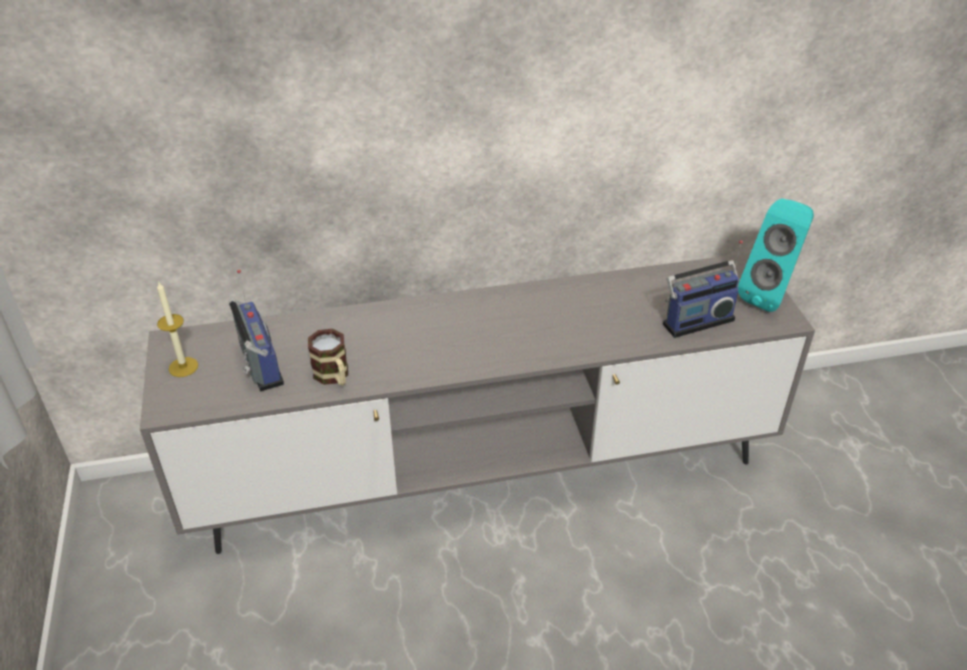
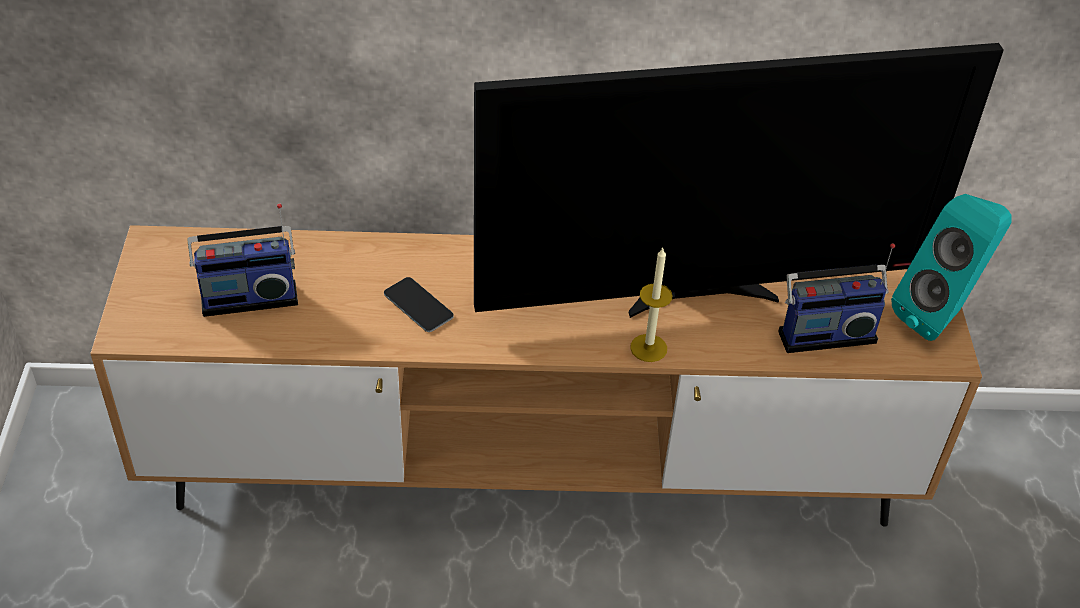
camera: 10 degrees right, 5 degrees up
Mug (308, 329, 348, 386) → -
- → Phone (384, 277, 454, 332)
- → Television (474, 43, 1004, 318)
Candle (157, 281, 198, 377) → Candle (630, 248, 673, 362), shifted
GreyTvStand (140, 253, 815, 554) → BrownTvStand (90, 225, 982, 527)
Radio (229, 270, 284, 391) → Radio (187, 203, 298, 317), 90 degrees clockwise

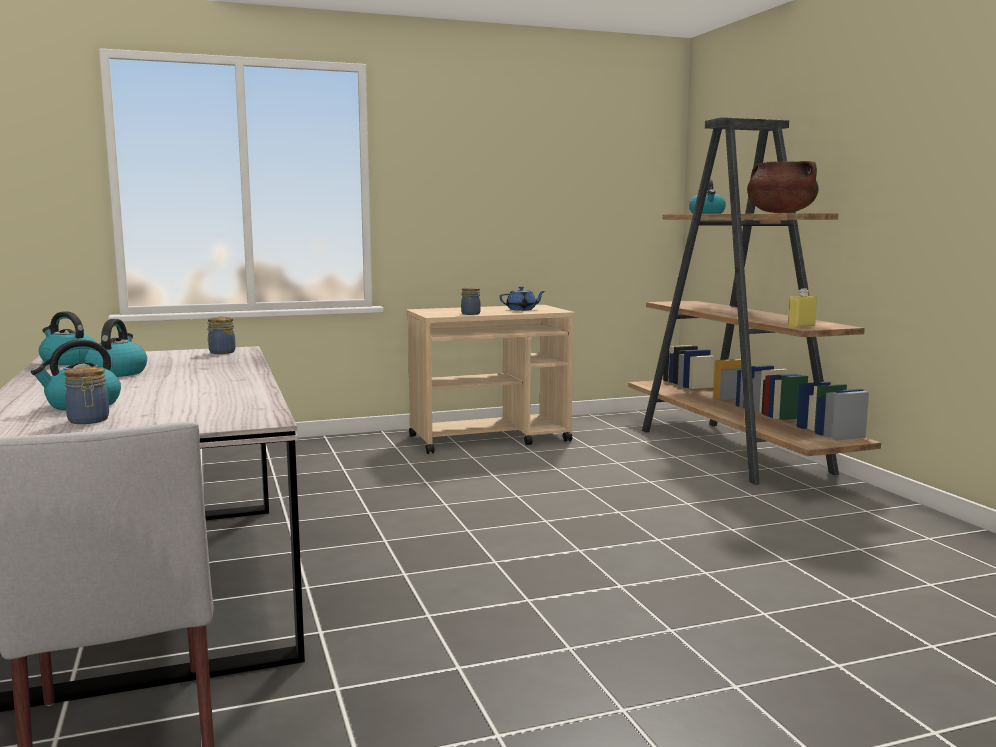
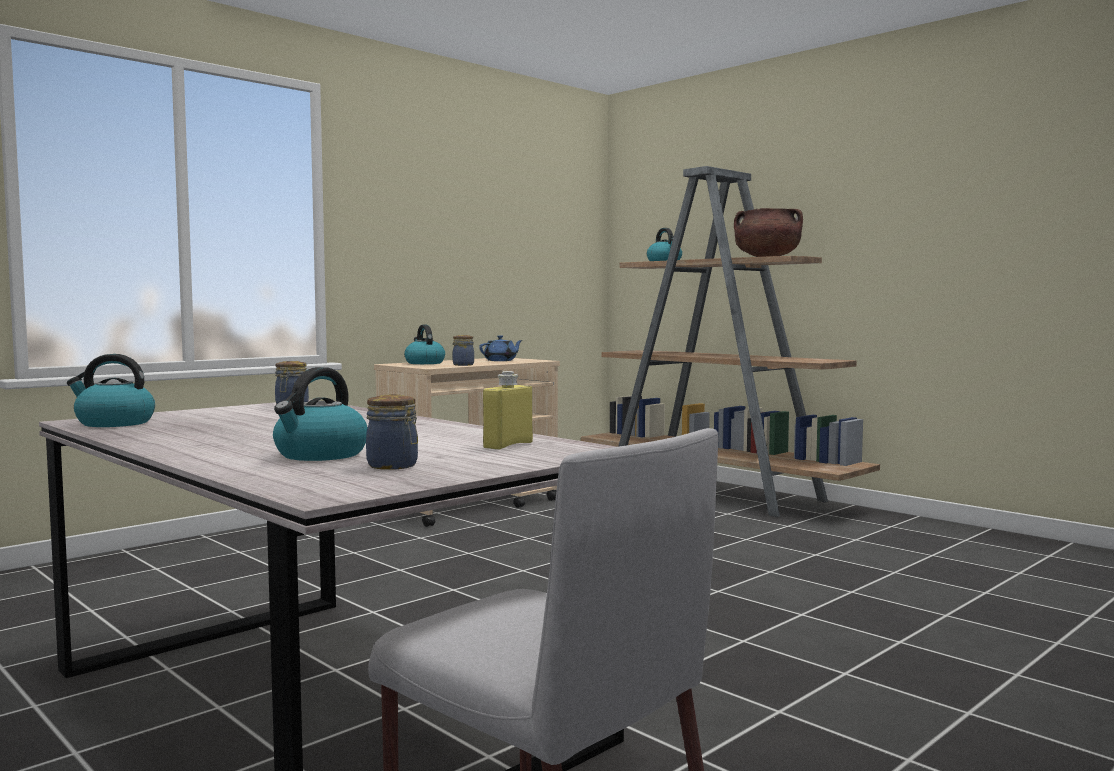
camera: 25 degrees left, 5 degrees down
Kettle (85, 319, 147, 377) → Kettle (404, 325, 445, 364), shifted
YellowBottle (788, 288, 817, 328) → YellowBottle (483, 371, 533, 450), shifted

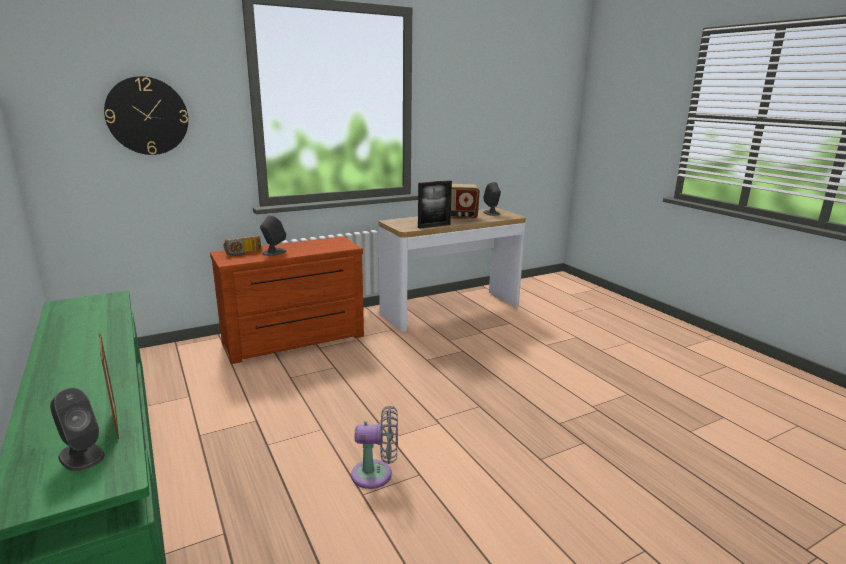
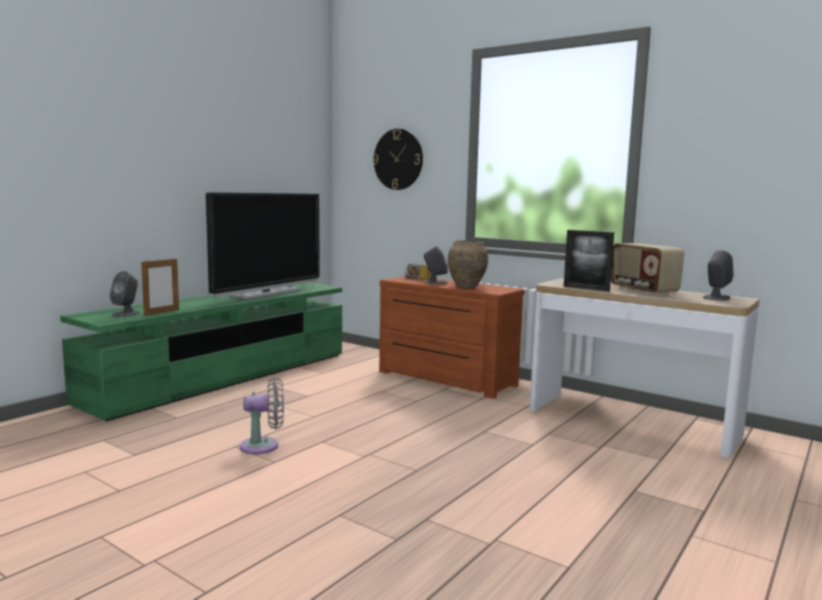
camera: 65 degrees right, 10 degrees down
- → Television (206, 192, 320, 300)
- → BrownVase (448, 240, 488, 288)
GreyFan (351, 406, 398, 489) → GreyFan (240, 377, 284, 454), 75 degrees counterclockwise

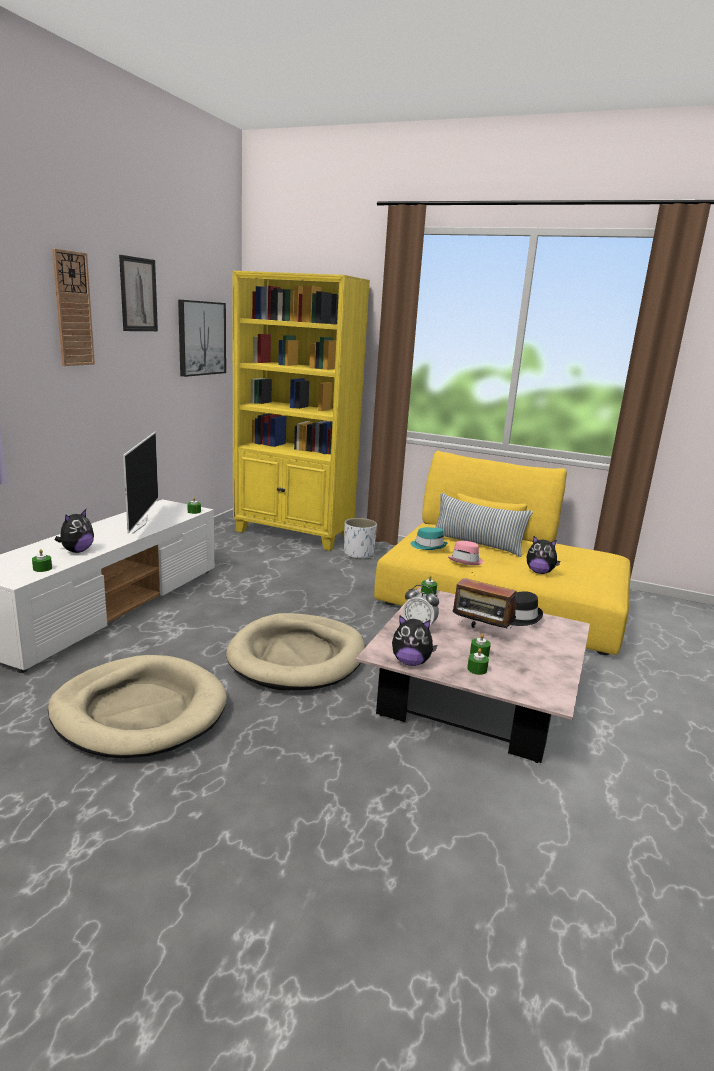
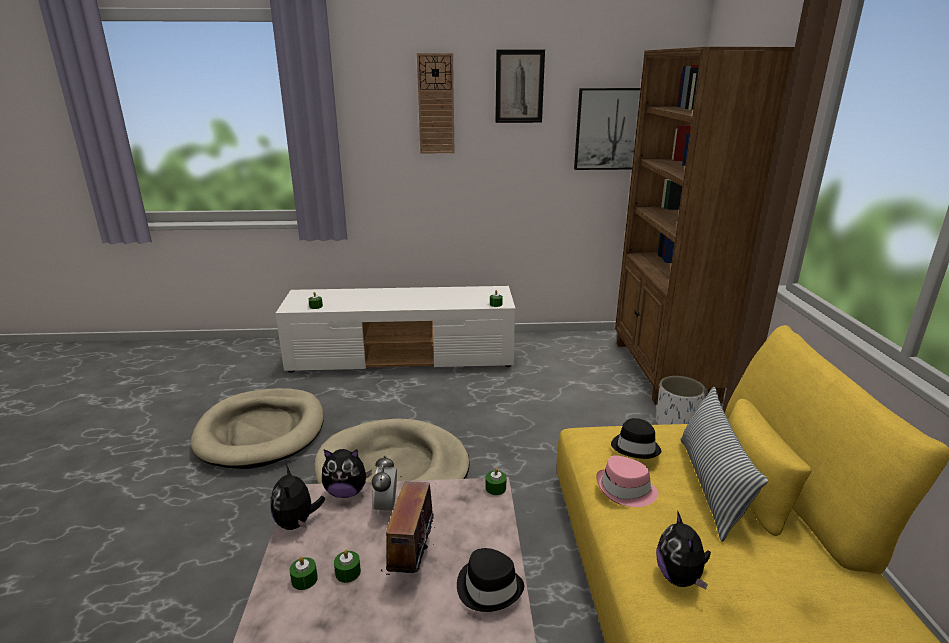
camera: 65 degrees right, 5 degrees up
Television (123, 432, 158, 534) → -
PlushToy (55, 509, 94, 553) → PlushToy (322, 449, 372, 498), shifted
YellowBookcase (232, 271, 370, 551) → BrownBookcase (615, 47, 795, 405)
TurquoiseHat (410, 527, 448, 550) → BlackHat (611, 418, 661, 459)

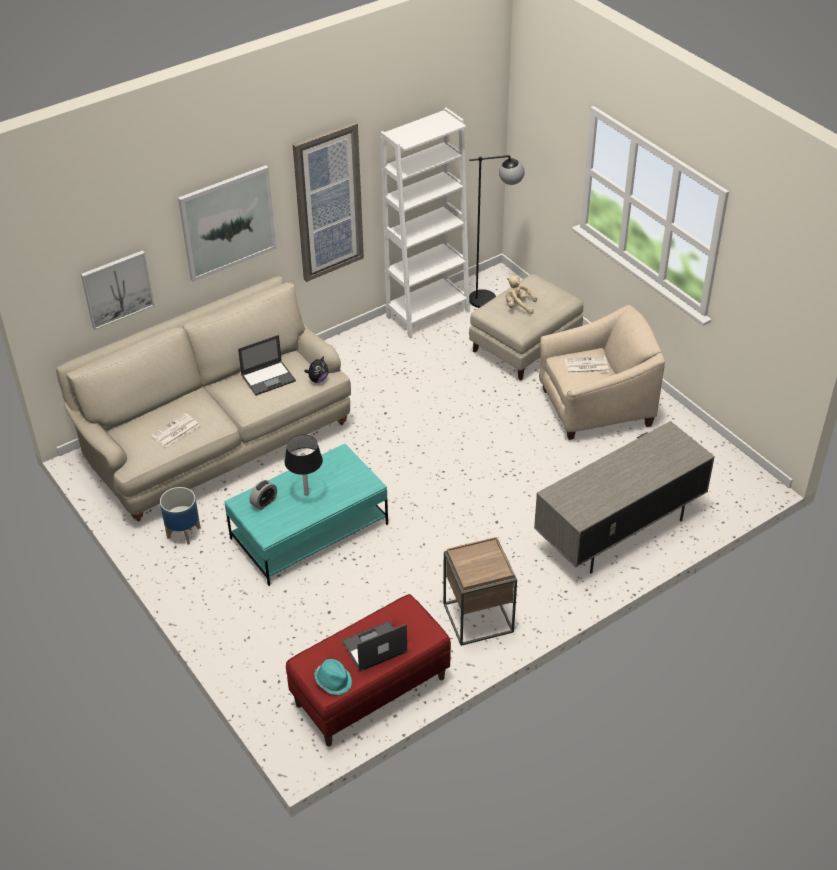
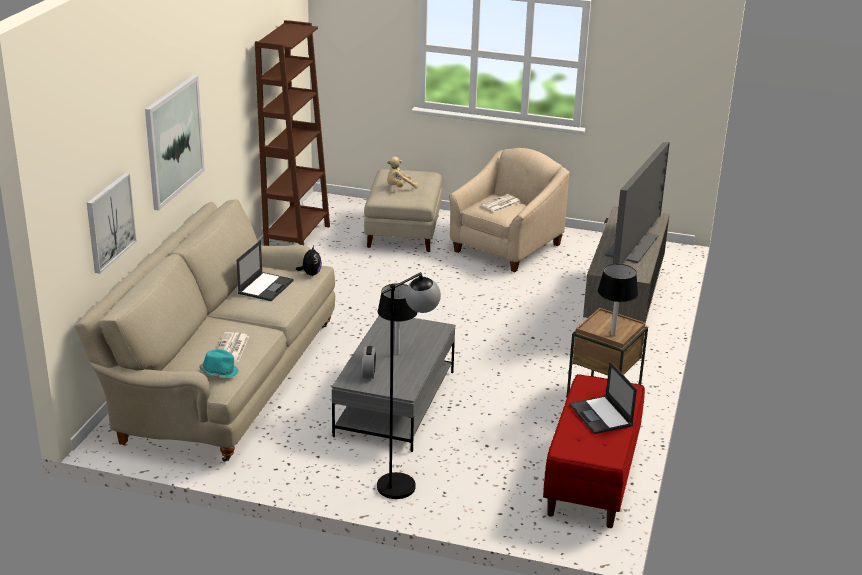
camera: 40 degrees left, 15 degrees down
Planter (160, 487, 201, 545) → -
Picture (293, 122, 364, 282) → -
- → BlackTableLamp (598, 264, 638, 336)
- → Television (605, 142, 670, 264)
TurquoiseHat (314, 659, 352, 695) → TurquoiseHat (199, 349, 239, 378), shifted
BlackFloorLamp (469, 155, 525, 308) → BlackFloorLamp (377, 272, 441, 499), shifted
TurquoiseCoffeeTable (224, 444, 388, 586) → GreyCoffeeTable (332, 316, 455, 452)
WhiteBookcase (381, 108, 470, 339) → BrownBookcase (255, 20, 330, 246)
Laptop (342, 621, 408, 672) → Laptop (570, 361, 637, 434), 45 degrees counterclockwise

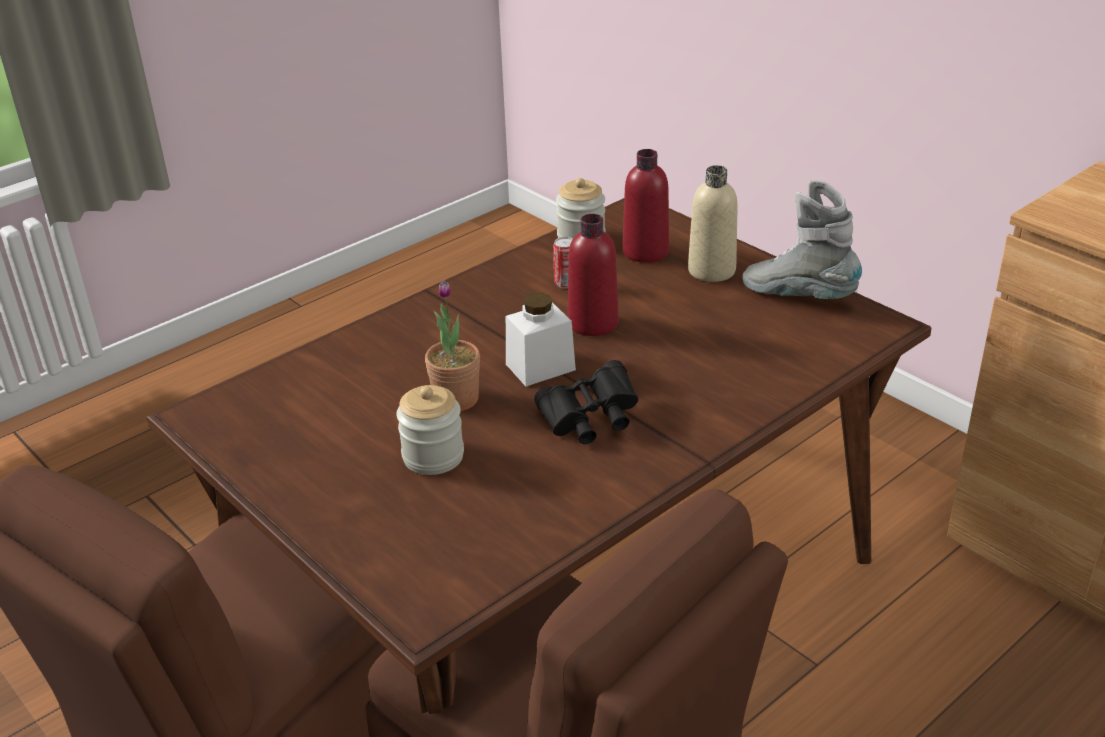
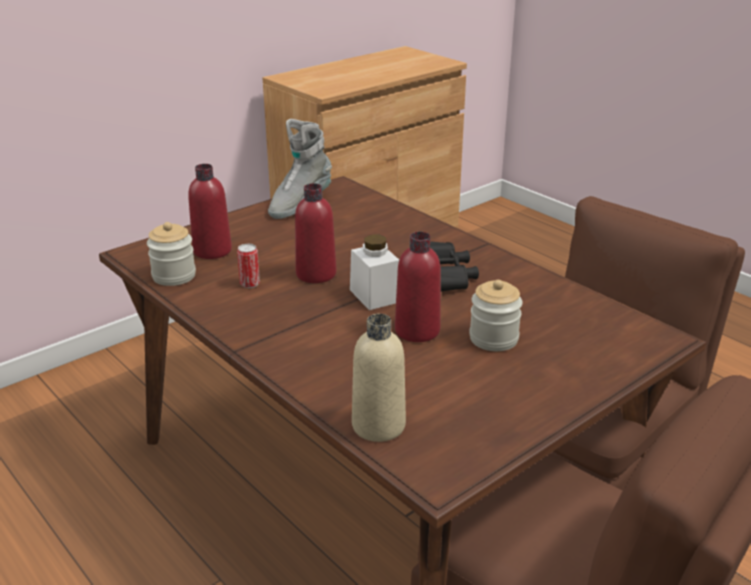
camera: 90 degrees left, 5 degrees down
BeigeBottle (688, 165, 738, 282) → BeigeBottle (352, 314, 406, 442), shifted
PottedPlant (425, 280, 480, 411) → RedBottle (395, 232, 441, 342)

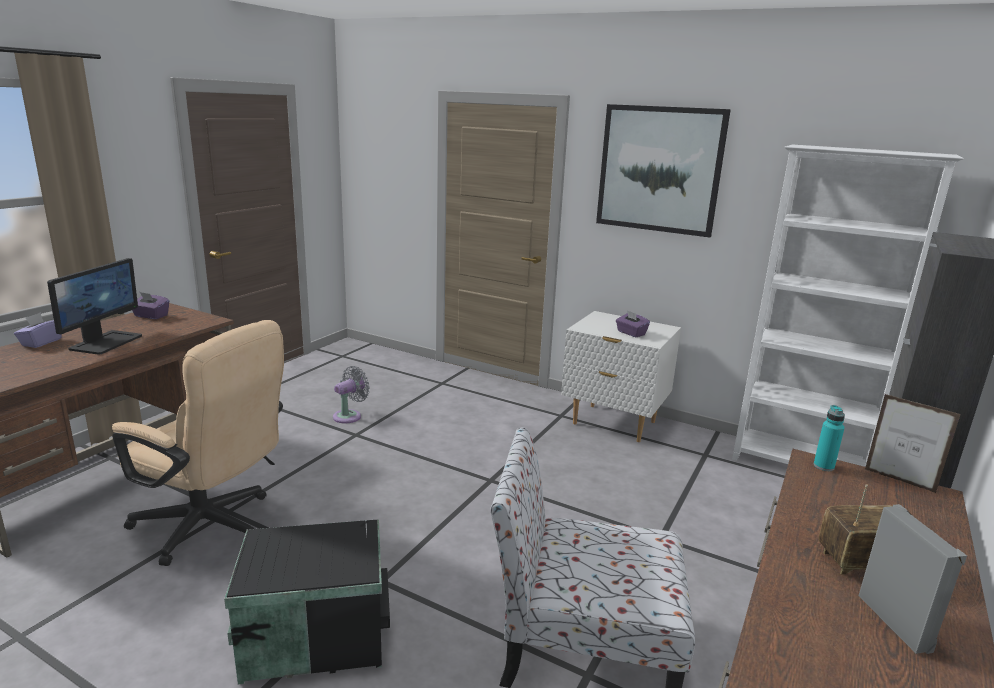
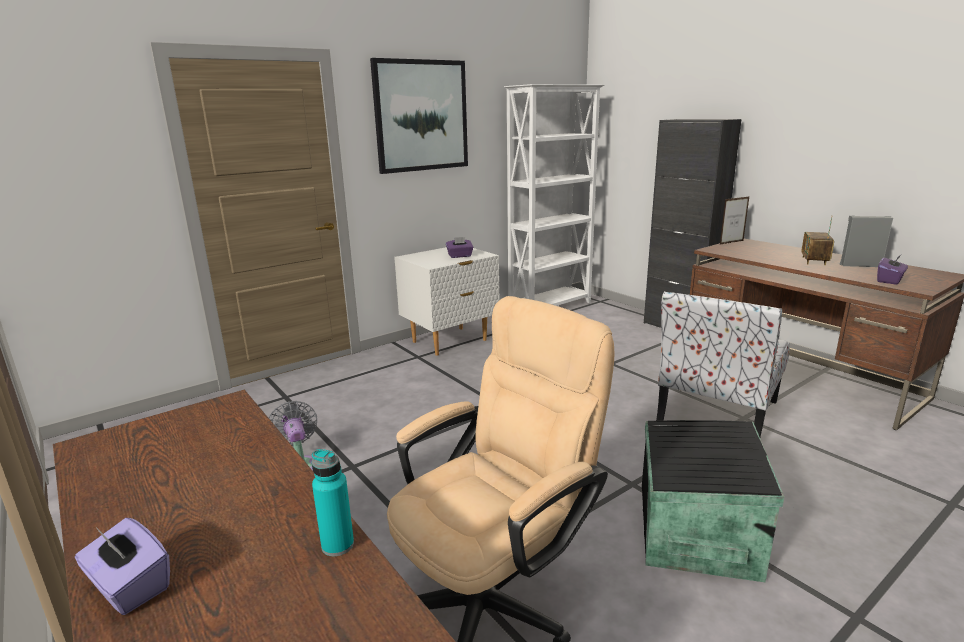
camera: 65 degrees left, 0 degrees up
Monitor (47, 258, 142, 355) → -
PurpleTissueBox (132, 292, 169, 319) → PurpleTissueBox (877, 254, 908, 285), shifted
TurquoiseBottle (814, 405, 845, 471) → TurquoiseBottle (311, 449, 354, 556), shifted

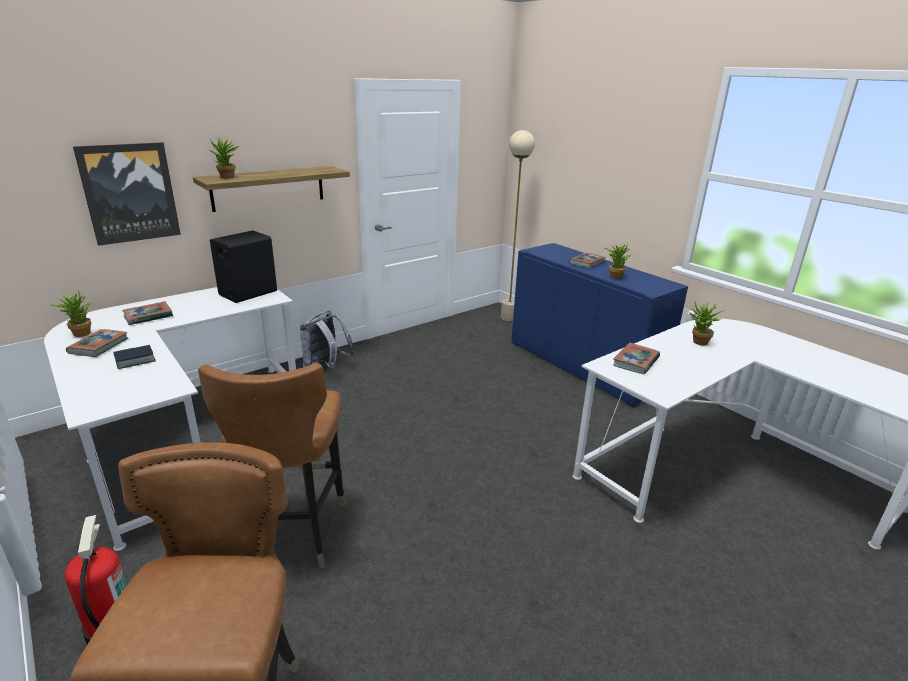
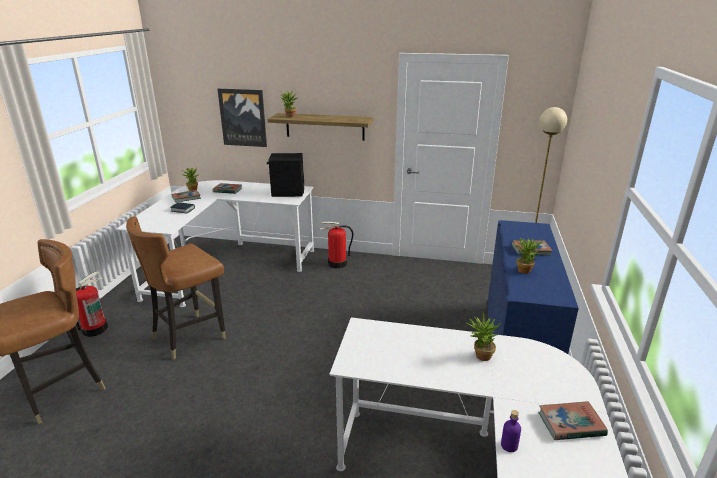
camera: 50 degrees right, 0 degrees up
- → PurpleBottle (501, 410, 521, 452)
Book (613, 343, 660, 374) → Book (538, 401, 608, 440), shifted
GreyBackpack (300, 310, 355, 371) → FireExtinguisher (320, 222, 353, 268)

